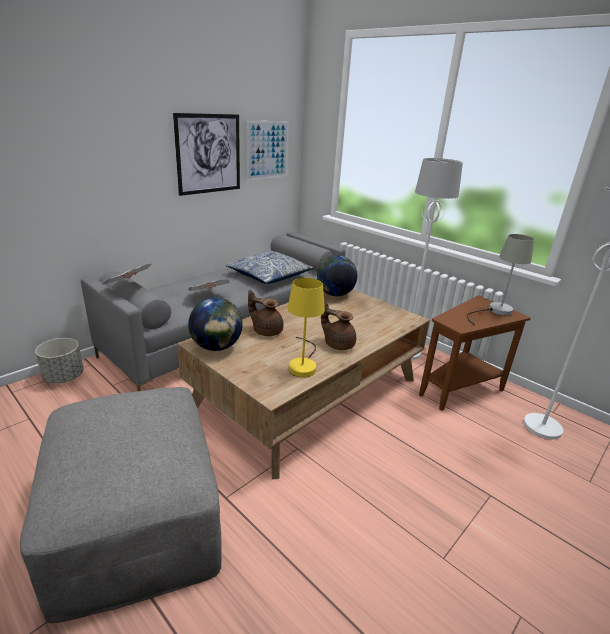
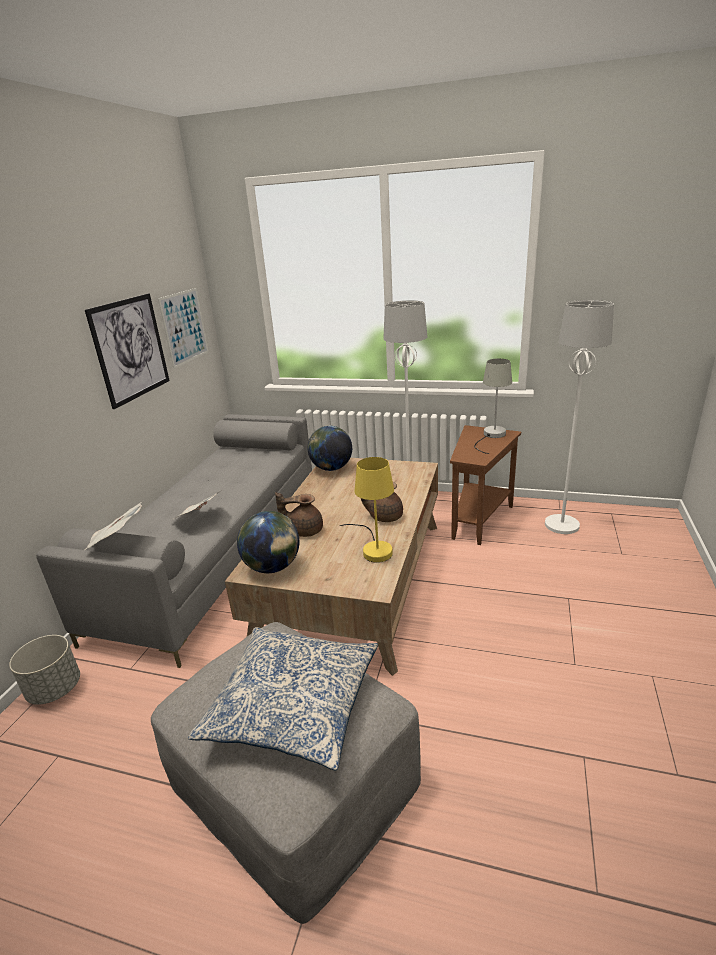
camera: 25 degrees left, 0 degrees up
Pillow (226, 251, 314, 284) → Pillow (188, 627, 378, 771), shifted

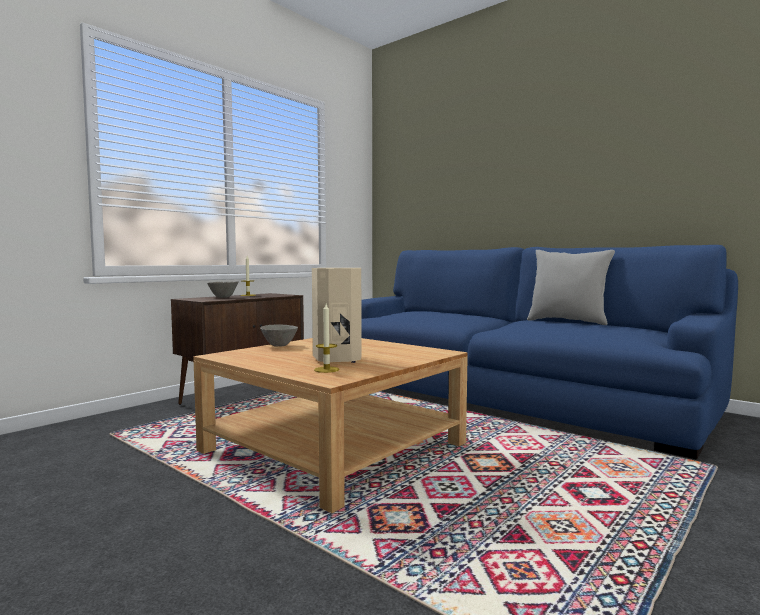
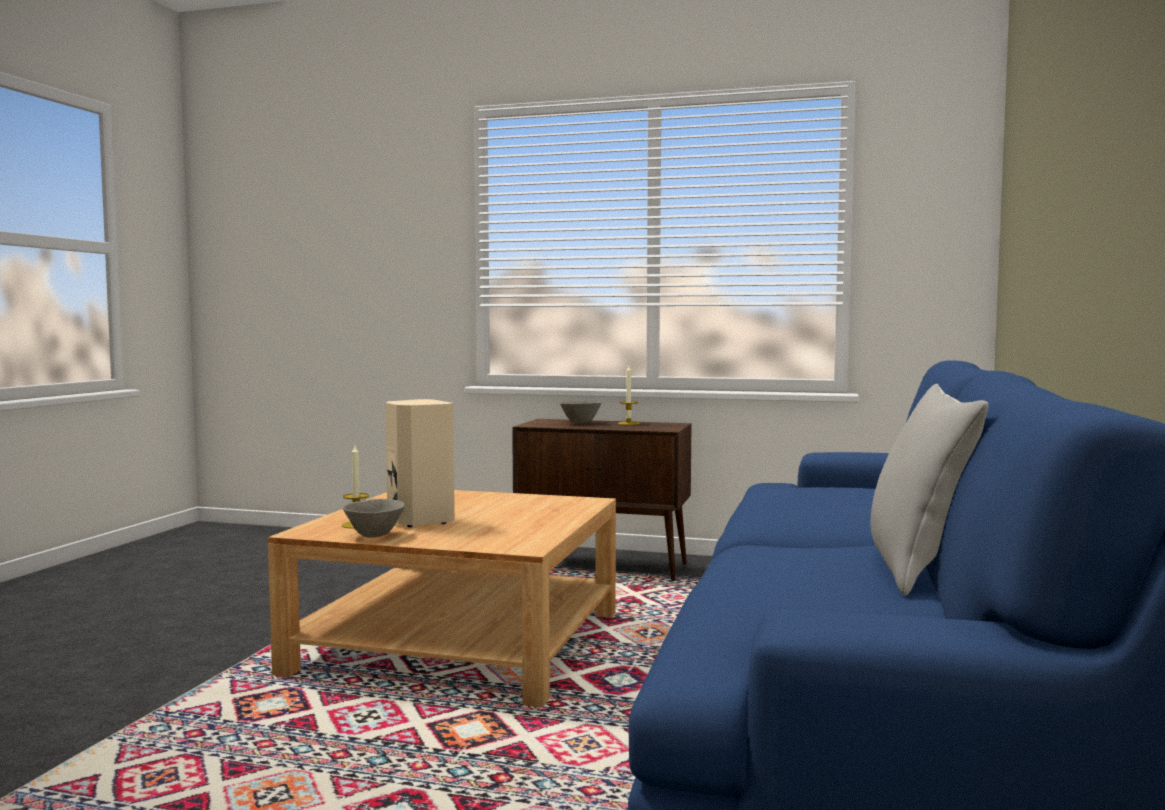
camera: 65 degrees right, 0 degrees up
GreyBowl (260, 324, 298, 347) → GreyBowl (342, 499, 405, 538), shifted

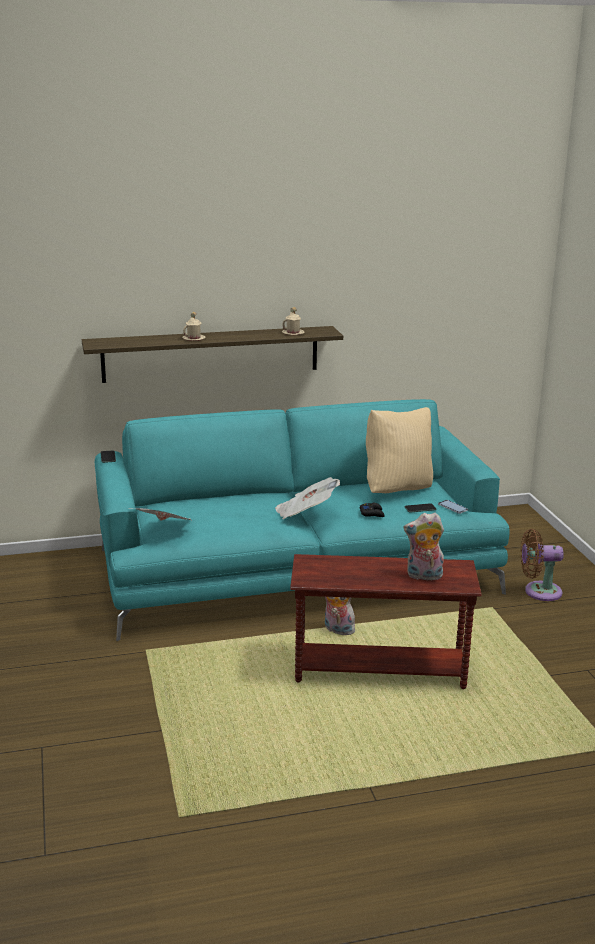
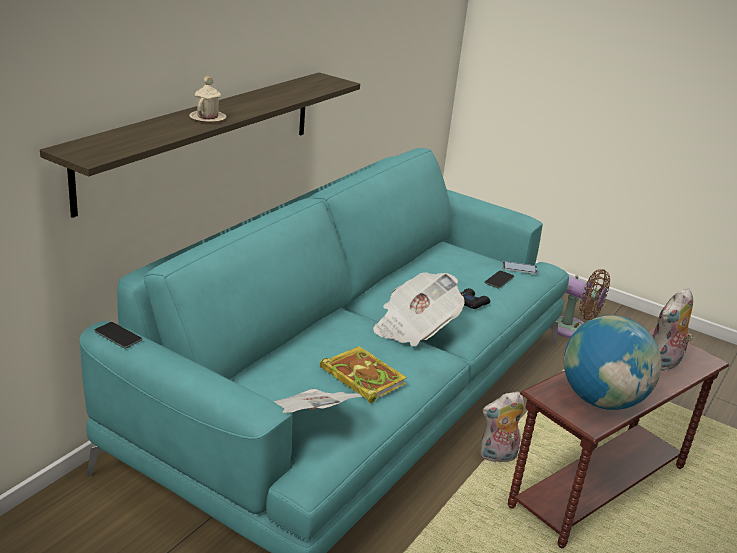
camera: 45 degrees left, 5 degrees up
BeigeMug (282, 307, 305, 335) → -
BeigePillow (366, 407, 433, 493) → -
- → Book (320, 346, 407, 403)
- → Globe (564, 315, 662, 410)
BrownFan (521, 529, 564, 601) → BrownFan (550, 269, 610, 338), 105 degrees counterclockwise

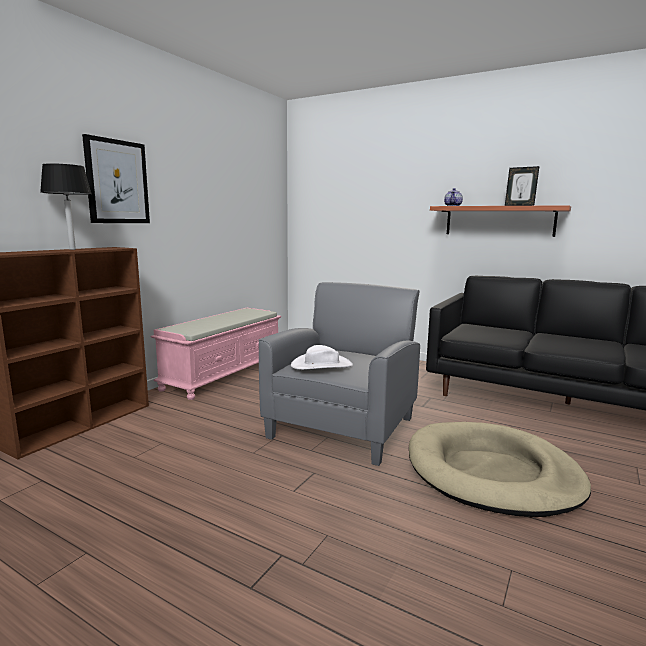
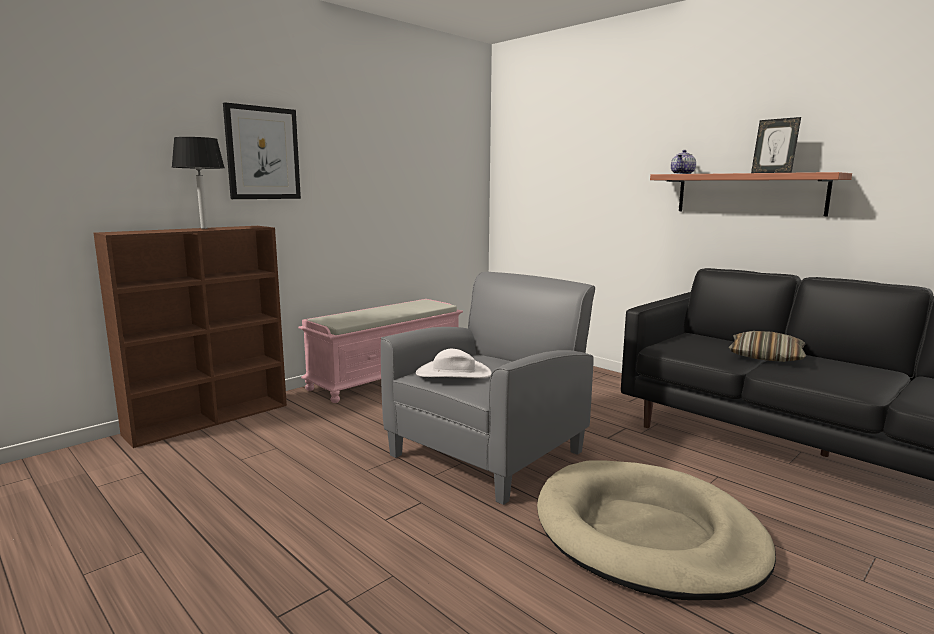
camera: 15 degrees right, 0 degrees up
- → Pillow (728, 331, 806, 362)

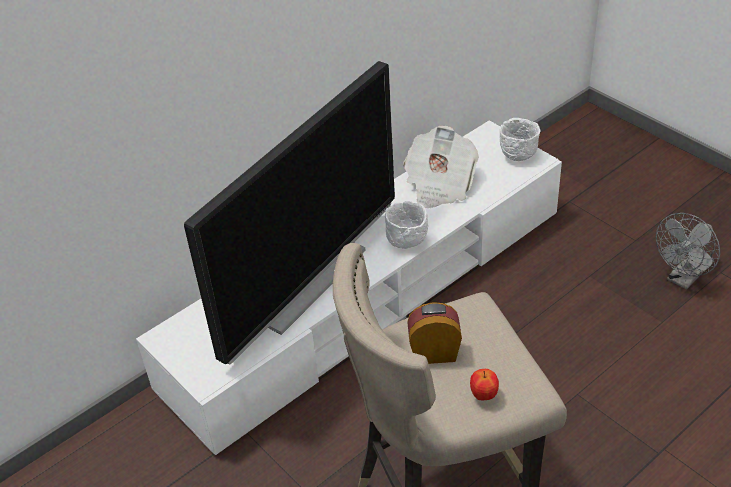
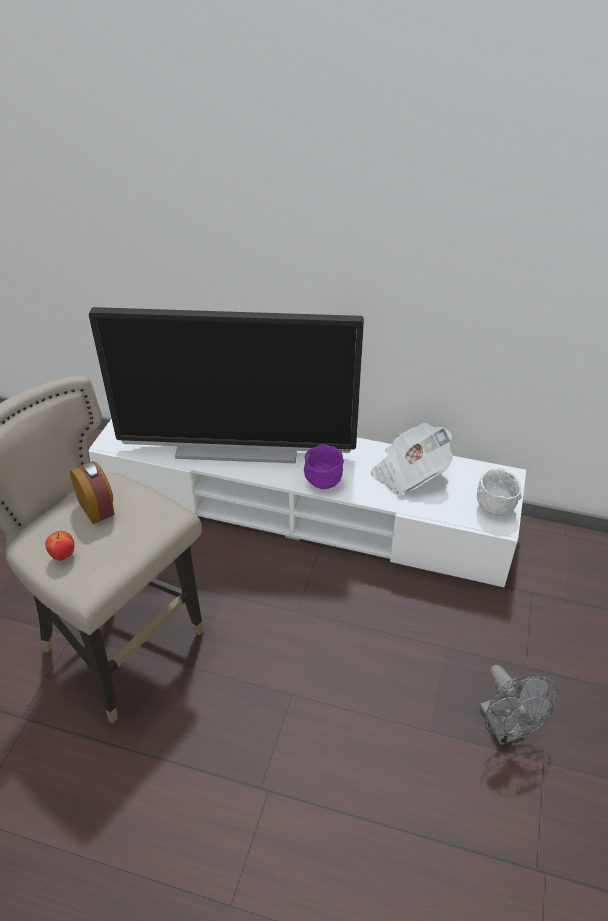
camera: 55 degrees right, 0 degrees up
WhiteBowl (385, 201, 428, 249) → PurpleBowl (304, 444, 344, 489)
GreyFan (656, 213, 720, 290) → GreyFan (480, 665, 558, 745), 120 degrees counterclockwise

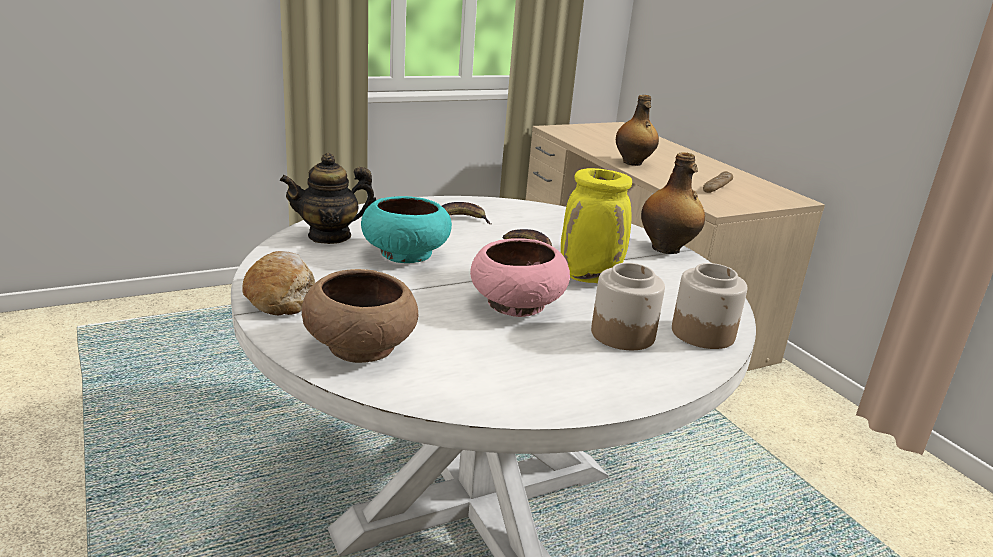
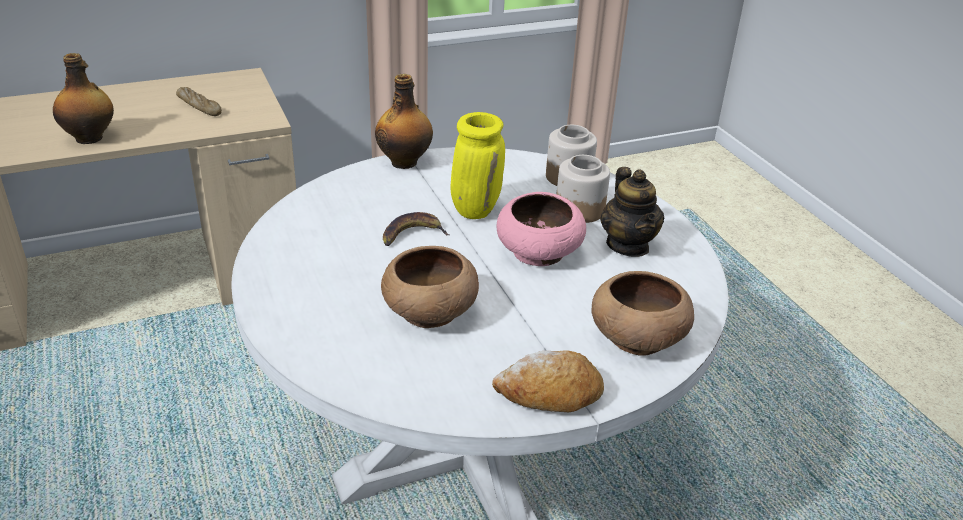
camera: 85 degrees left, 10 degrees up
Banana (442, 202, 491, 224) → -
Teapot (280, 153, 376, 244) → Teapot (600, 167, 664, 257), shifted
TurquoiseBowl (361, 196, 452, 263) → BrownBowl (381, 246, 479, 328)

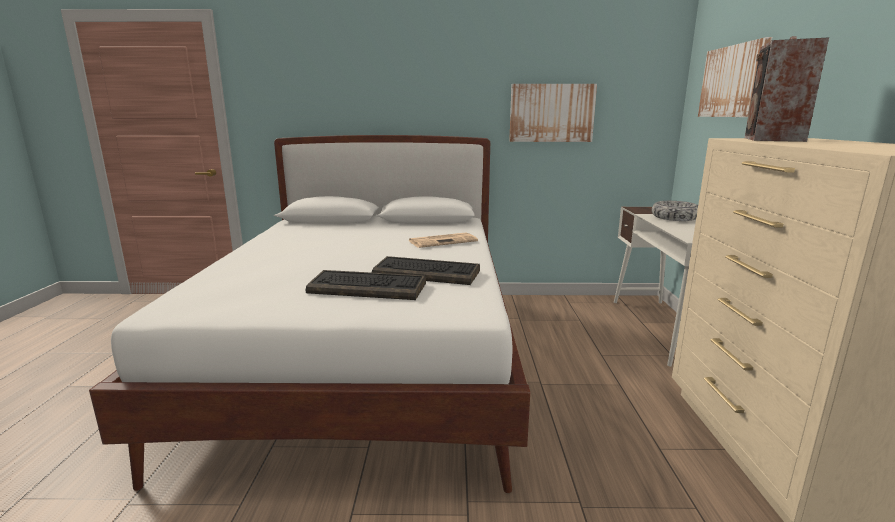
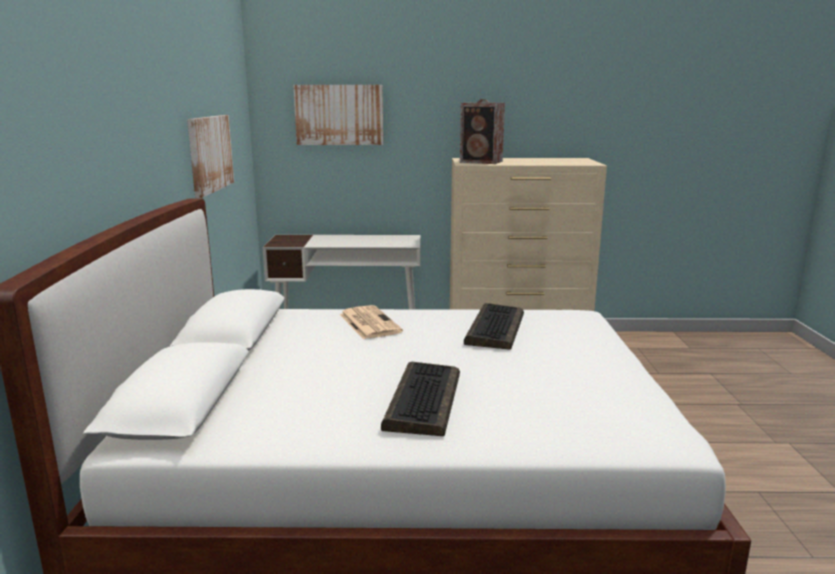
camera: 90 degrees left, 0 degrees up
Bowl (652, 201, 698, 221) → -
Keyboard (306, 270, 426, 300) → Keyboard (381, 362, 460, 436), shifted

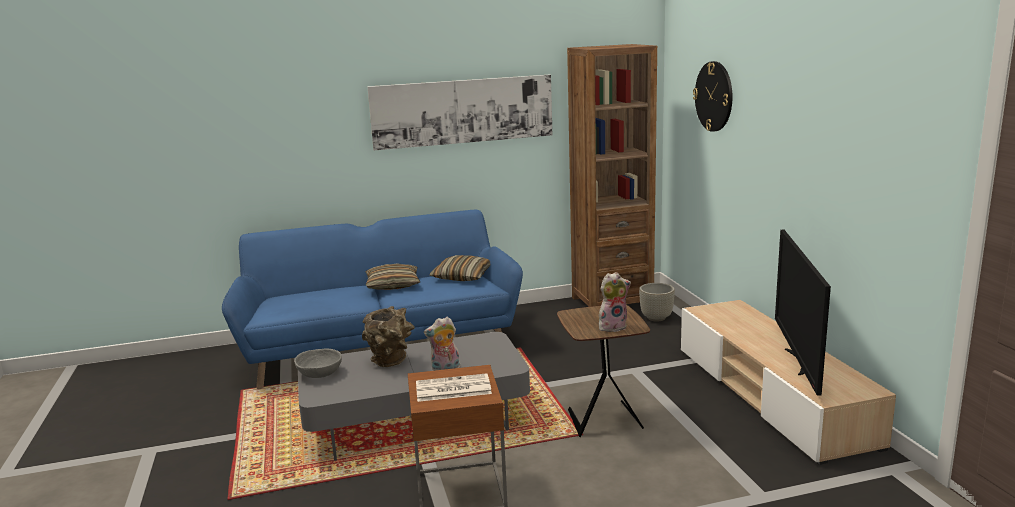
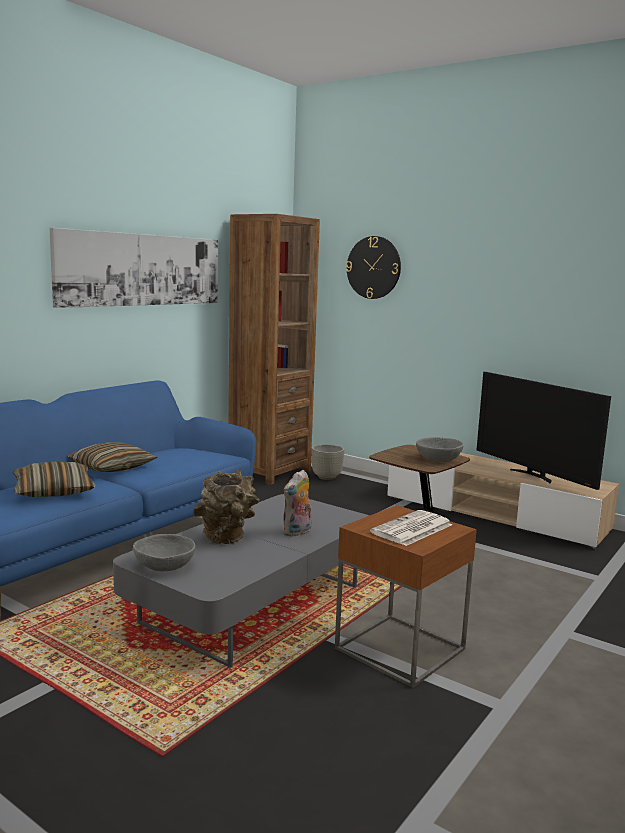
camera: 40 degrees left, 5 degrees down
Pillow (429, 255, 490, 281) → Pillow (13, 461, 96, 497), shifted
PlushToy (599, 272, 631, 332) → GreyBowl (416, 437, 464, 462)

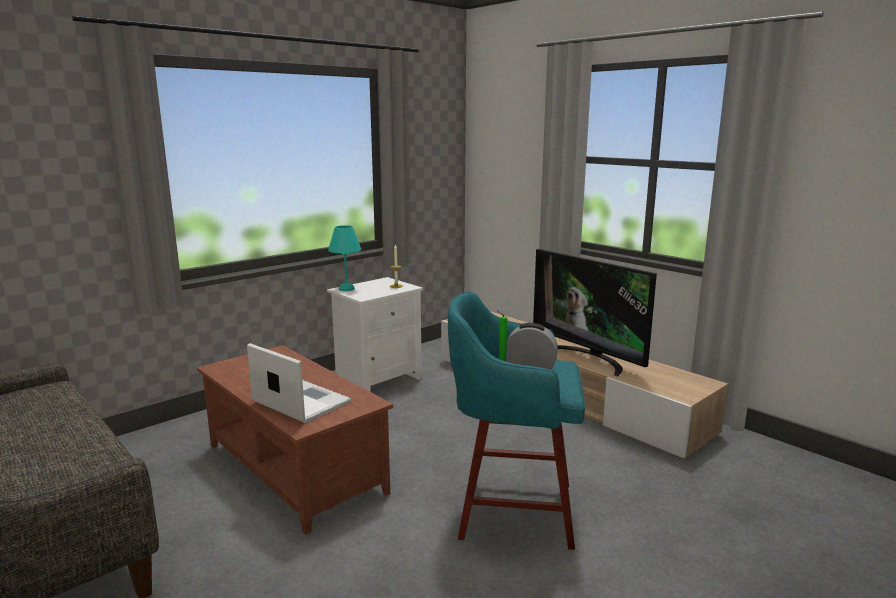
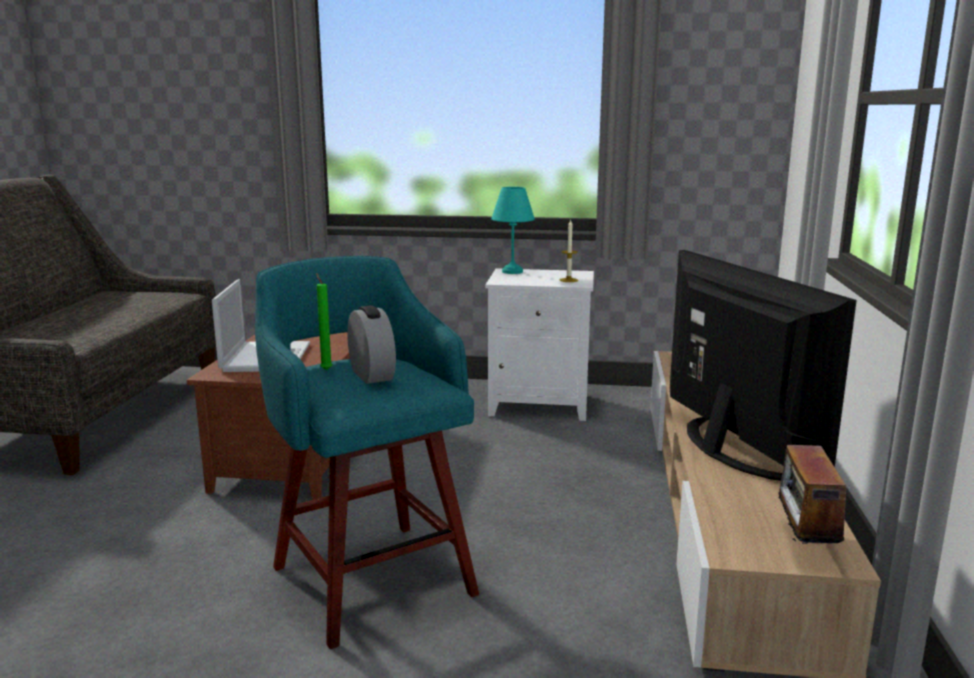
camera: 50 degrees right, 0 degrees up
- → Radio (774, 427, 856, 544)
Television (533, 249, 657, 376) → Television (670, 250, 857, 481), 150 degrees clockwise

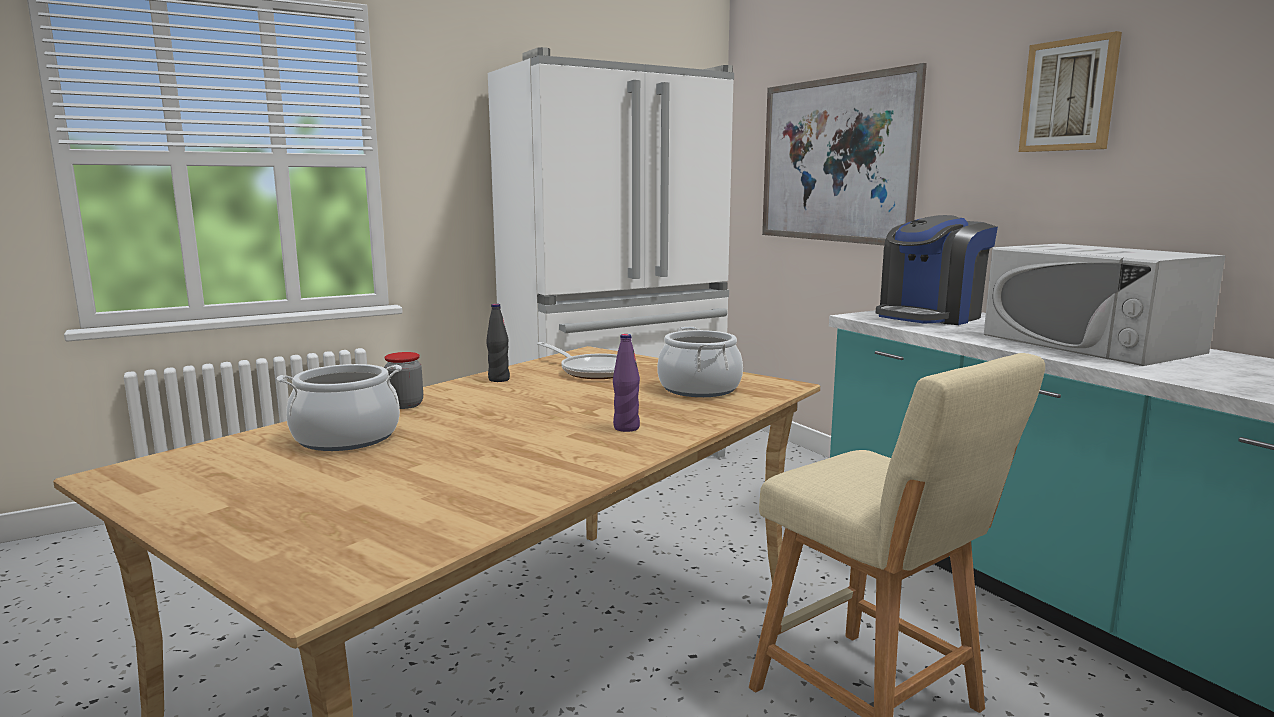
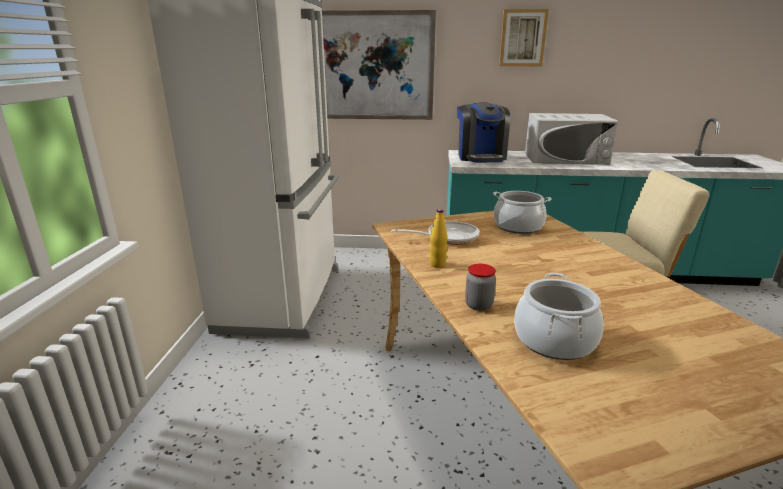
camera: 55 degrees left, 10 degrees up
PurpleBottle (613, 334, 640, 432) → -
BlackBottle (486, 304, 510, 382) → YellowBottle (429, 209, 448, 268)

